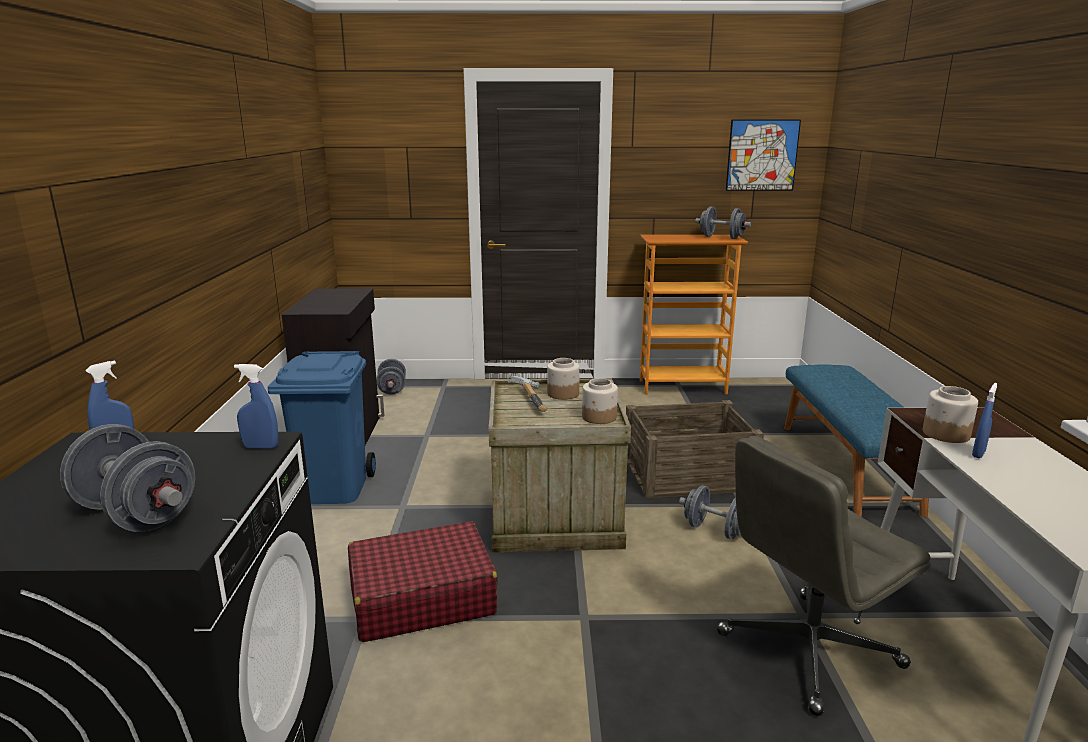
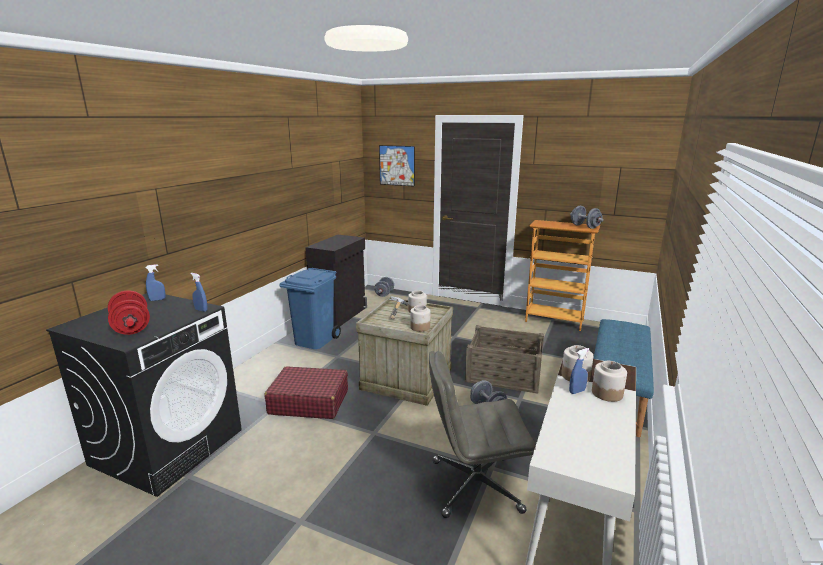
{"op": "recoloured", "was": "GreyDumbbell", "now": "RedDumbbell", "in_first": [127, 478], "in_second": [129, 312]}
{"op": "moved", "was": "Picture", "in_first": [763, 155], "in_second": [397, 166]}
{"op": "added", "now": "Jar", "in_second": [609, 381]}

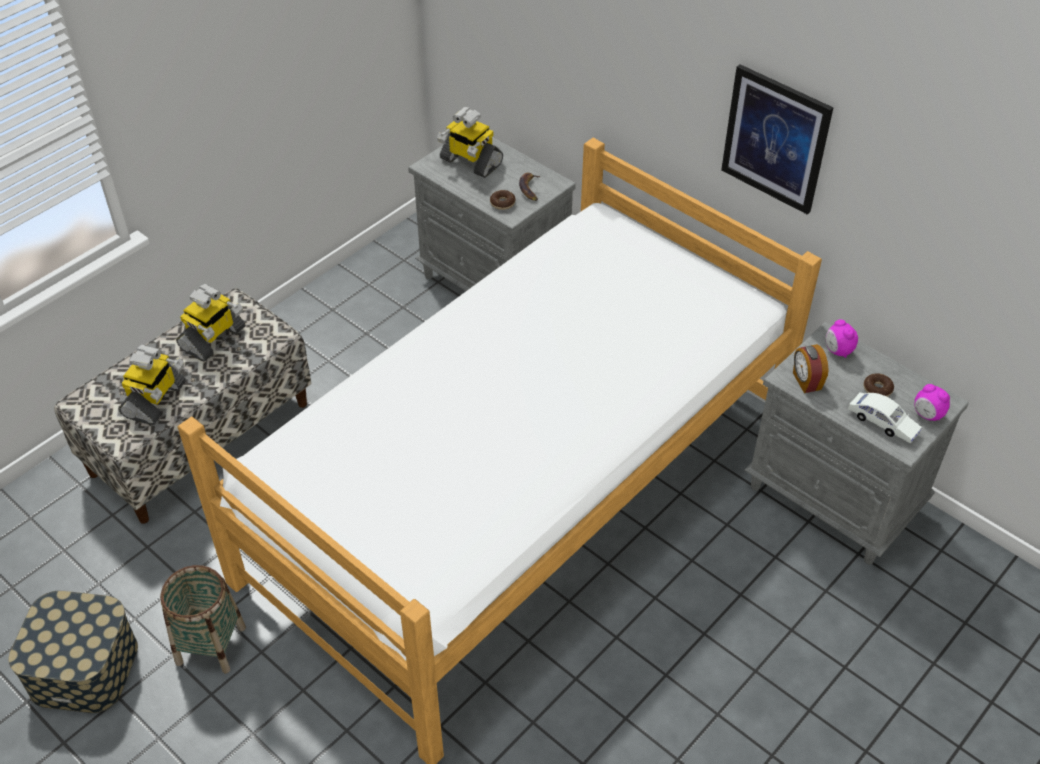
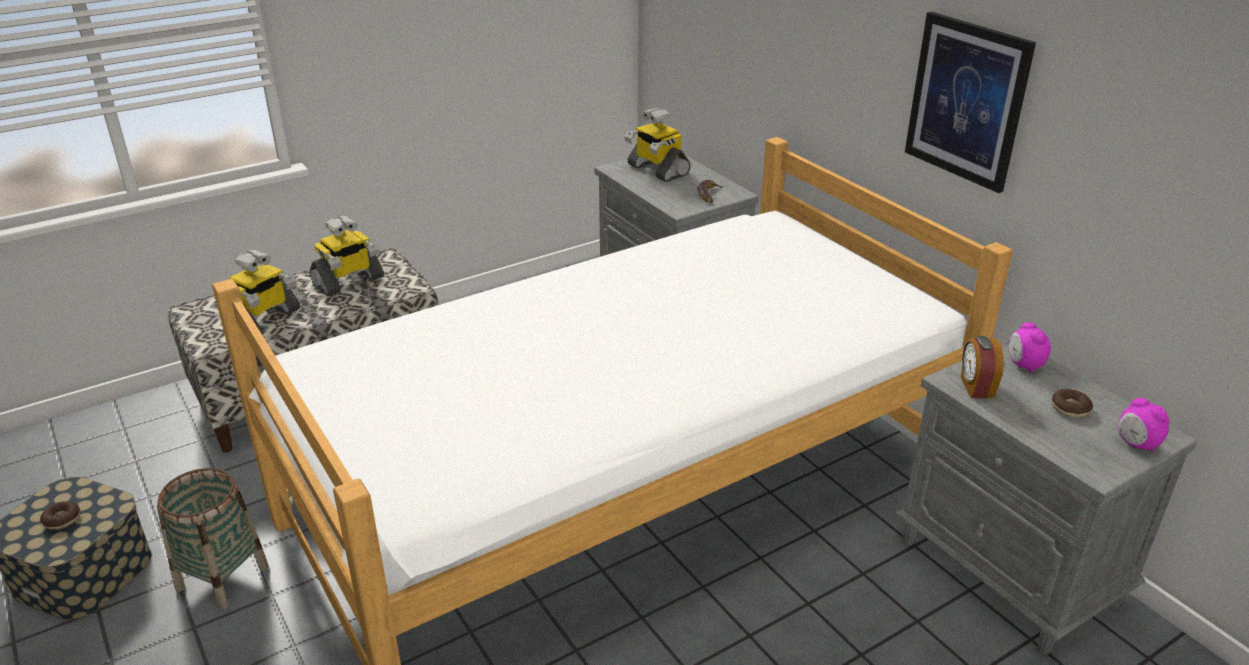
{"op": "moved", "was": "Donut", "in_first": [503, 200], "in_second": [60, 515]}
{"op": "removed", "was": "WhiteToyCar", "in_first": [885, 418]}

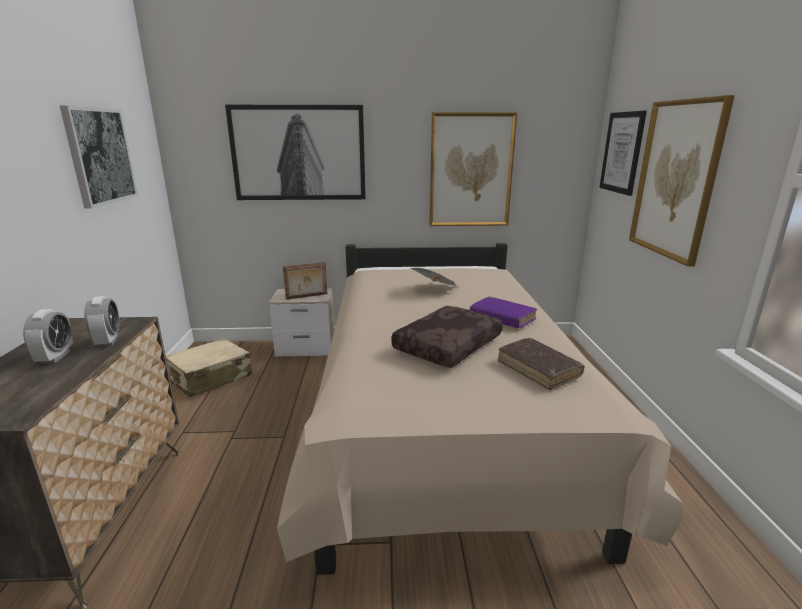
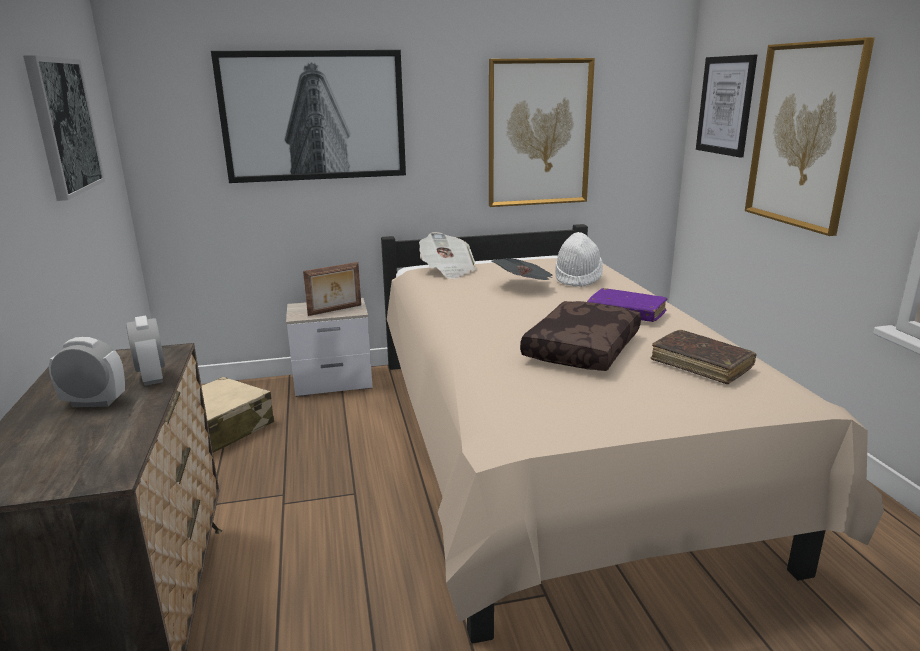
{"op": "turned", "was": "AlarmClock", "in_first": [48, 336], "in_second": [87, 372], "clockwise": -75}
{"op": "added", "now": "Newspaper", "in_second": [447, 255]}
{"op": "added", "now": "WhiteHat", "in_second": [579, 259]}

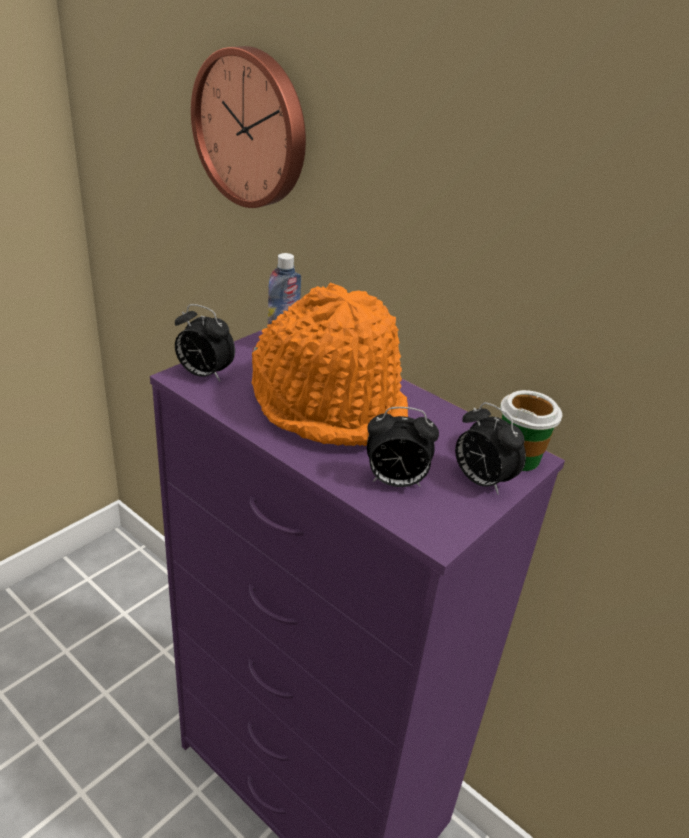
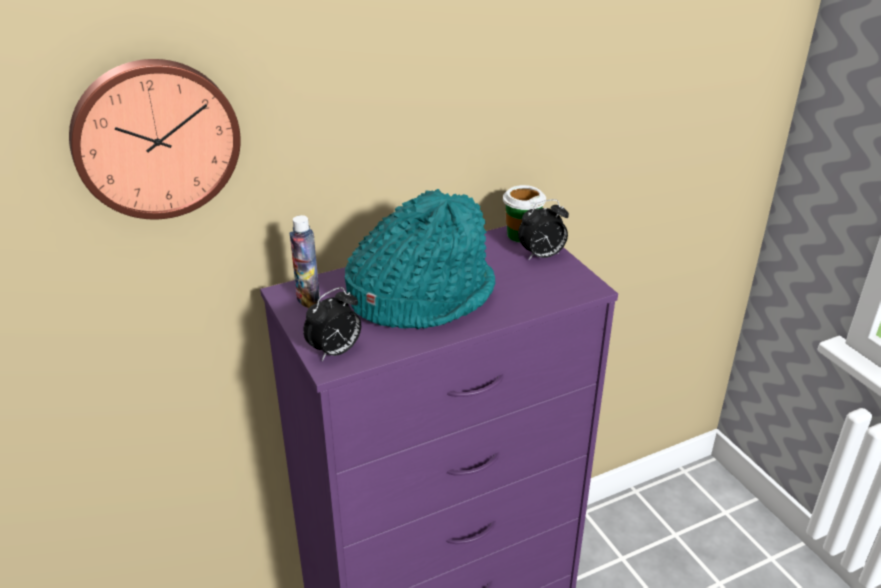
{"op": "recoloured", "was": "OrangeHat", "now": "TurquoiseHat", "in_first": [330, 364], "in_second": [420, 259]}
{"op": "removed", "was": "AlarmClock", "in_first": [403, 447]}

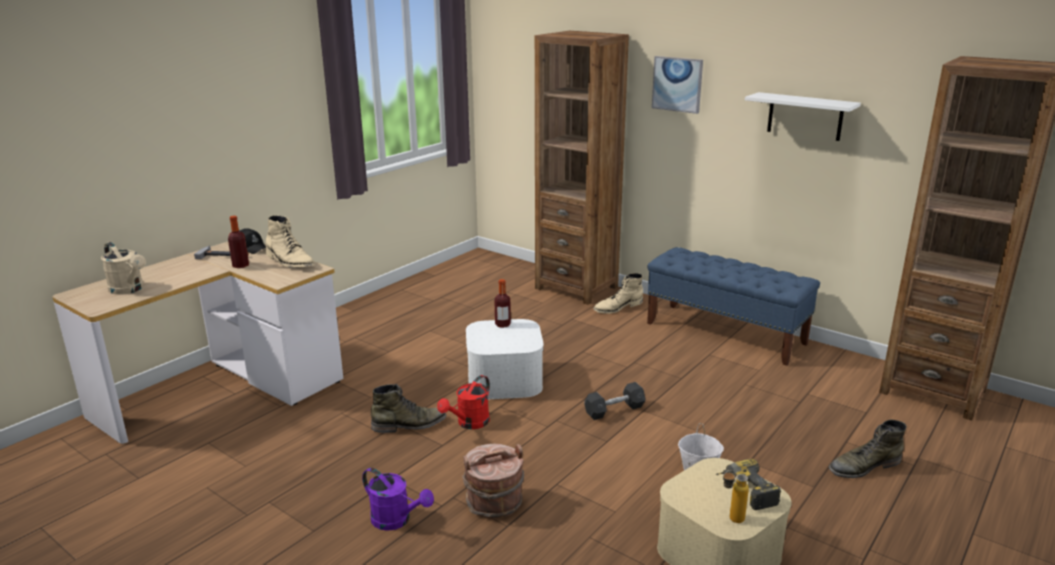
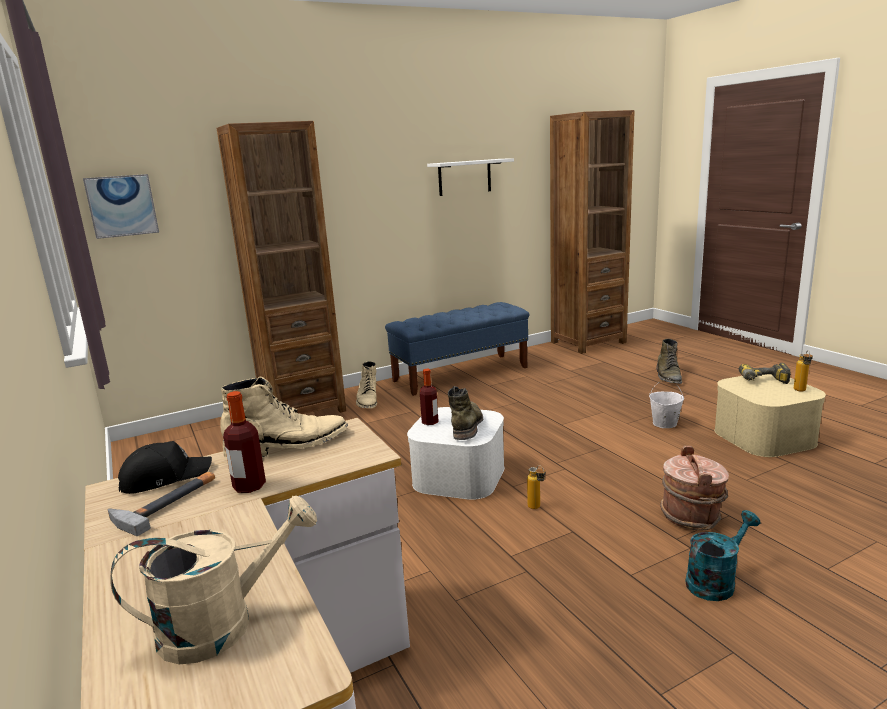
{"op": "recoloured", "was": "PurpleWateringCan", "now": "TurquoiseWateringCan", "in_first": [398, 499], "in_second": [722, 555]}
{"op": "moved", "was": "GreenBoot", "in_first": [408, 408], "in_second": [465, 413]}
{"op": "replaced", "was": "RedWateringCan", "now": "Bottle", "in_first": [463, 402], "in_second": [536, 487]}
{"op": "removed", "was": "GreyDumbbell", "in_first": [614, 401]}
{"op": "moved", "was": "Picture", "in_first": [677, 85], "in_second": [121, 206]}

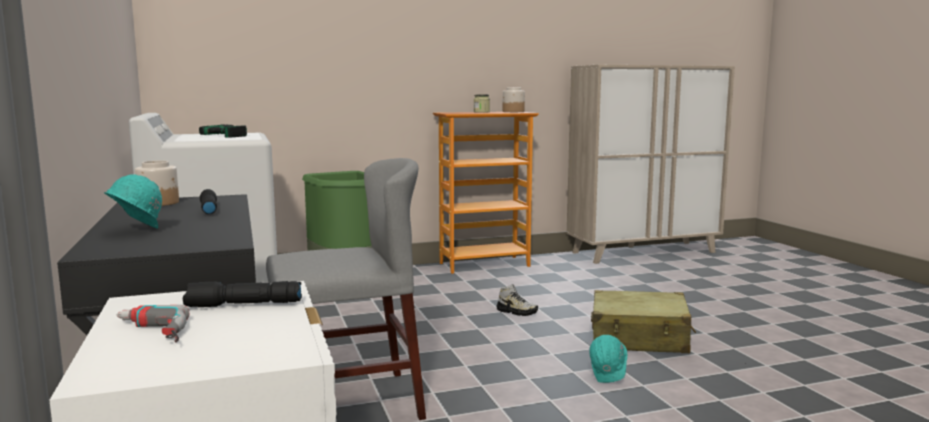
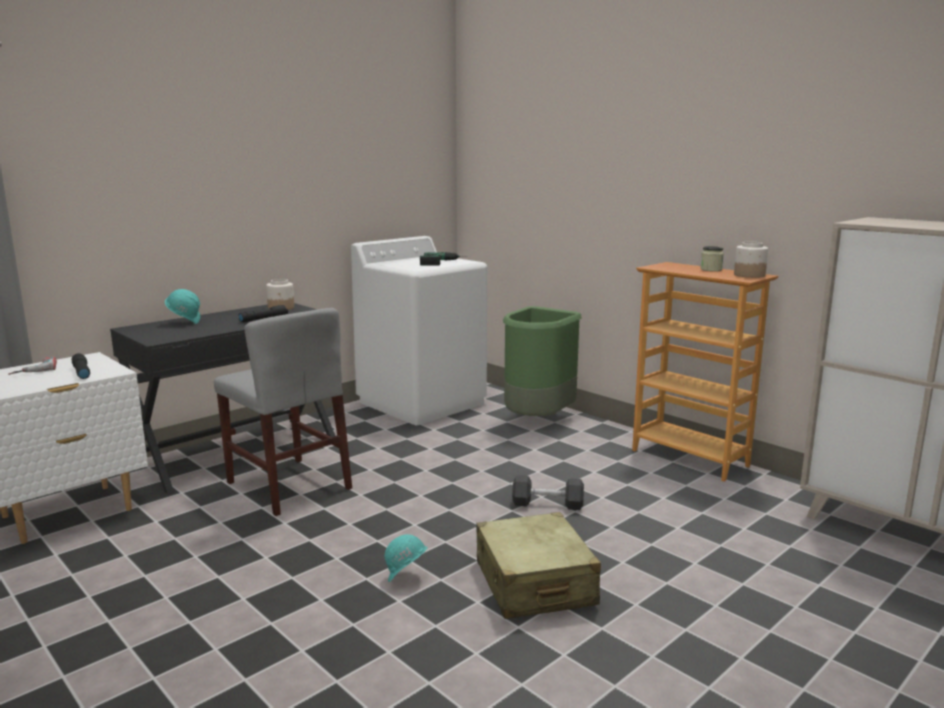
{"op": "replaced", "was": "Shoe", "now": "GreyDumbbell", "in_first": [517, 300], "in_second": [548, 492]}

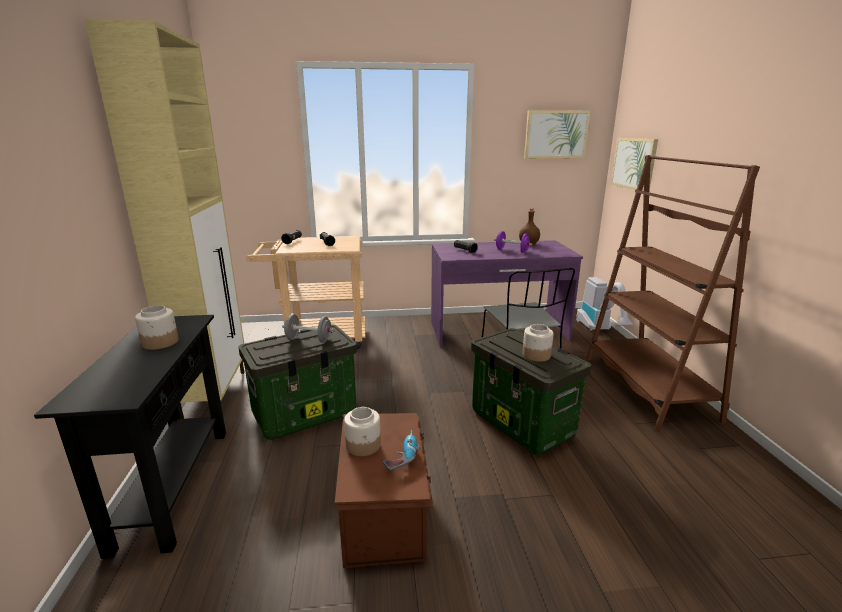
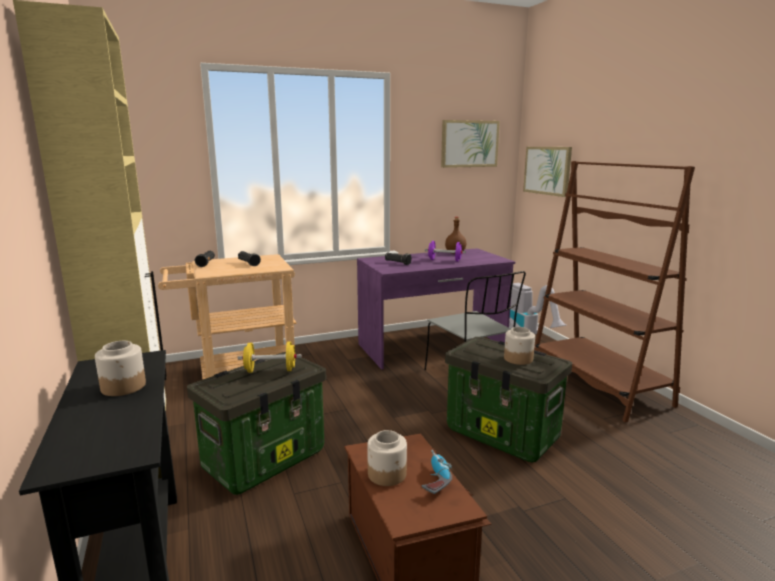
{"op": "recoloured", "was": "GreyDumbbell", "now": "YellowDumbbell", "in_first": [308, 328], "in_second": [270, 357]}

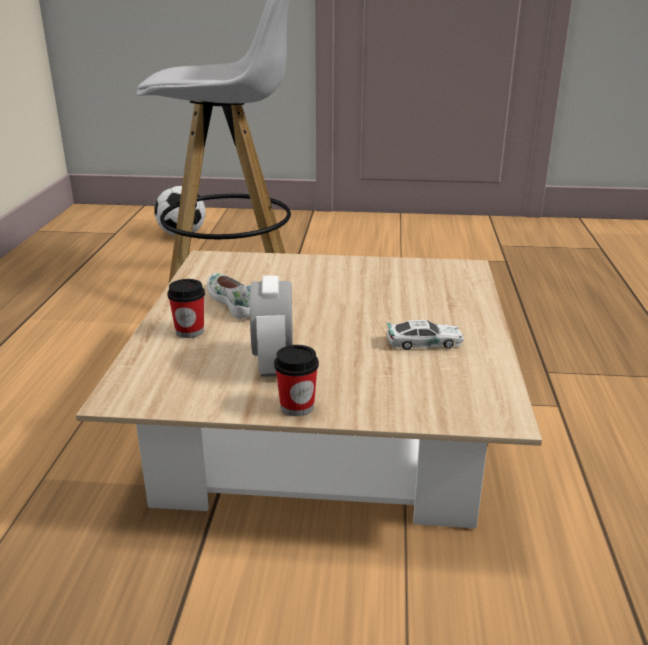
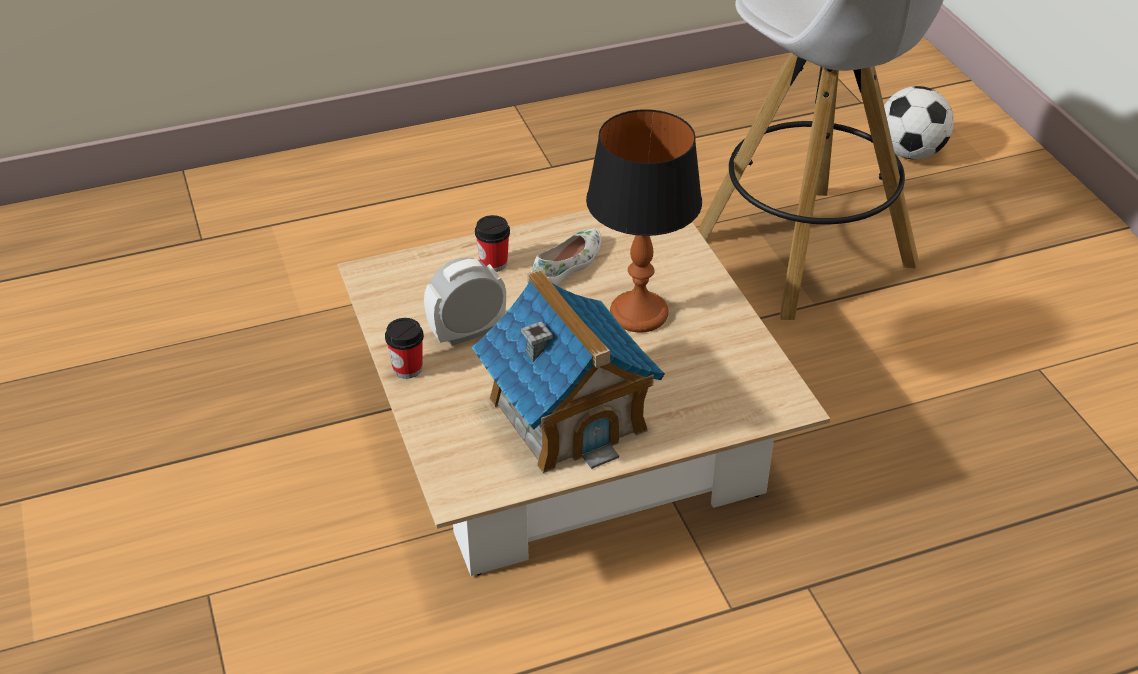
{"op": "replaced", "was": "ToyCar", "now": "ToyHouse", "in_first": [425, 335], "in_second": [568, 371]}
{"op": "added", "now": "TableLamp", "in_second": [644, 221]}

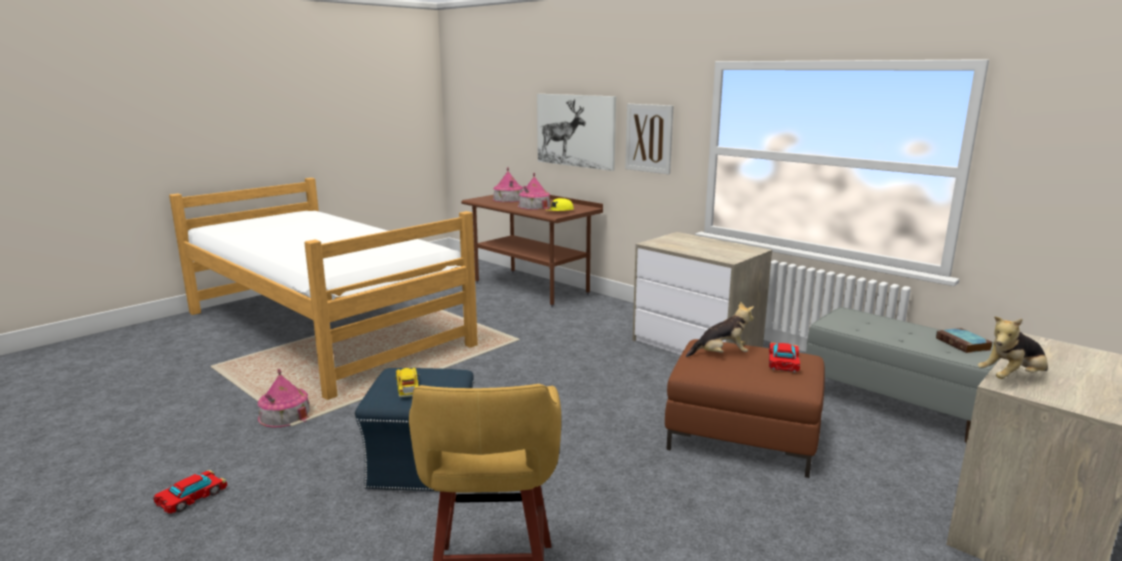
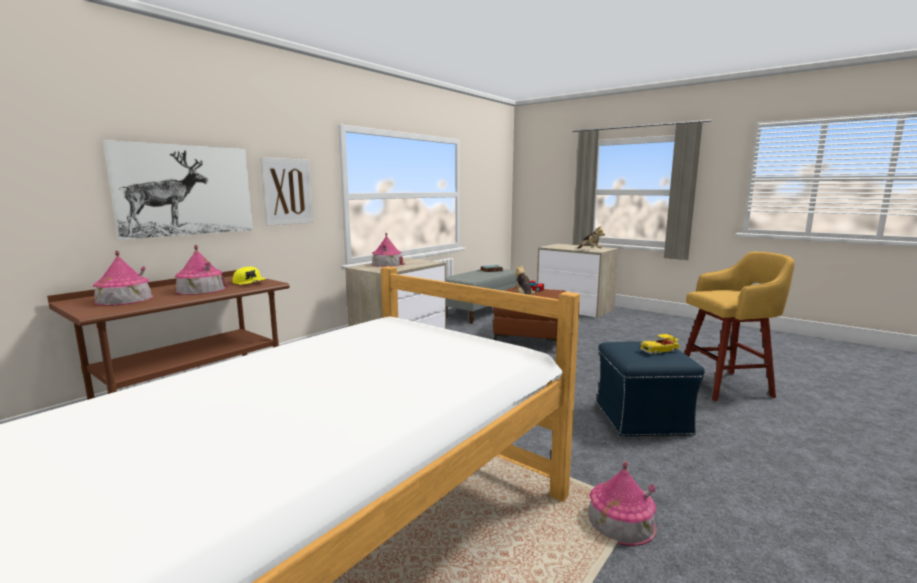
{"op": "removed", "was": "ToyCar", "in_first": [190, 492]}
{"op": "added", "now": "ToyHouse", "in_second": [388, 250]}

